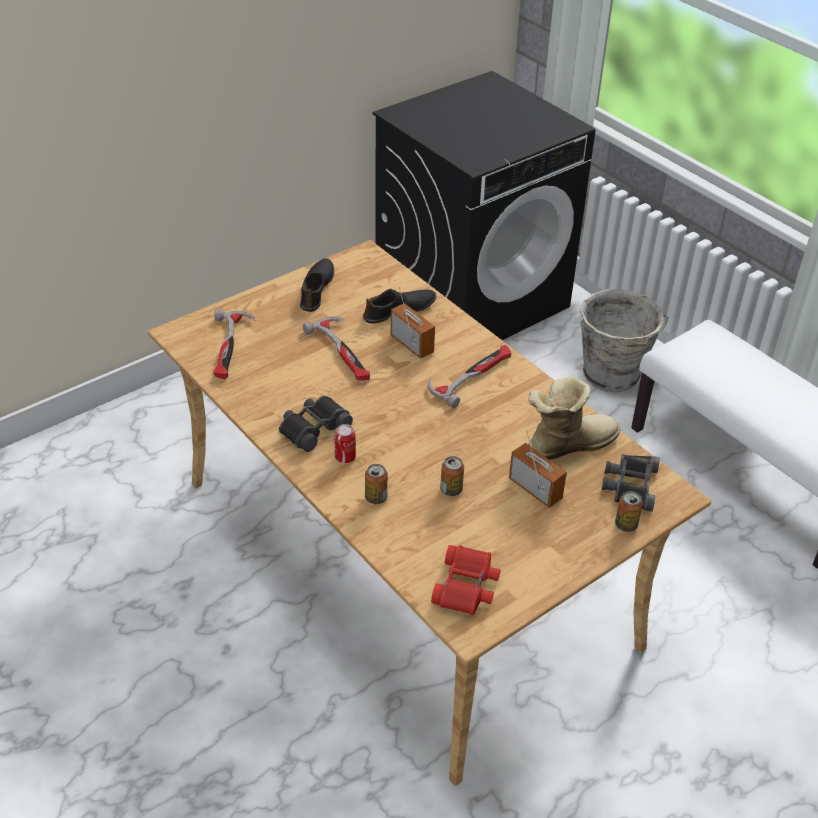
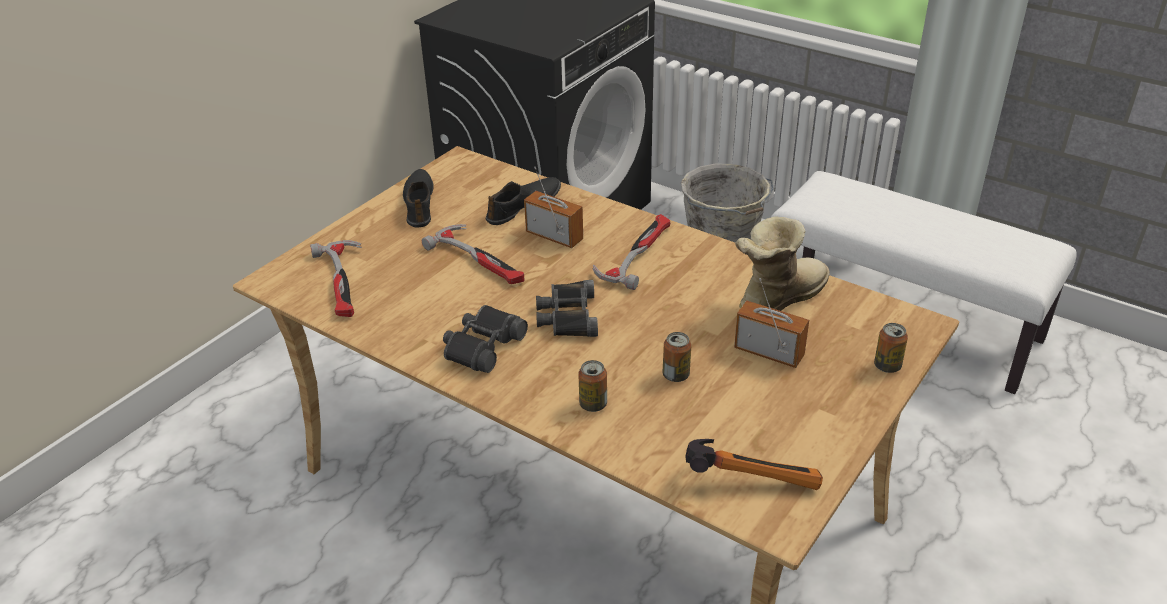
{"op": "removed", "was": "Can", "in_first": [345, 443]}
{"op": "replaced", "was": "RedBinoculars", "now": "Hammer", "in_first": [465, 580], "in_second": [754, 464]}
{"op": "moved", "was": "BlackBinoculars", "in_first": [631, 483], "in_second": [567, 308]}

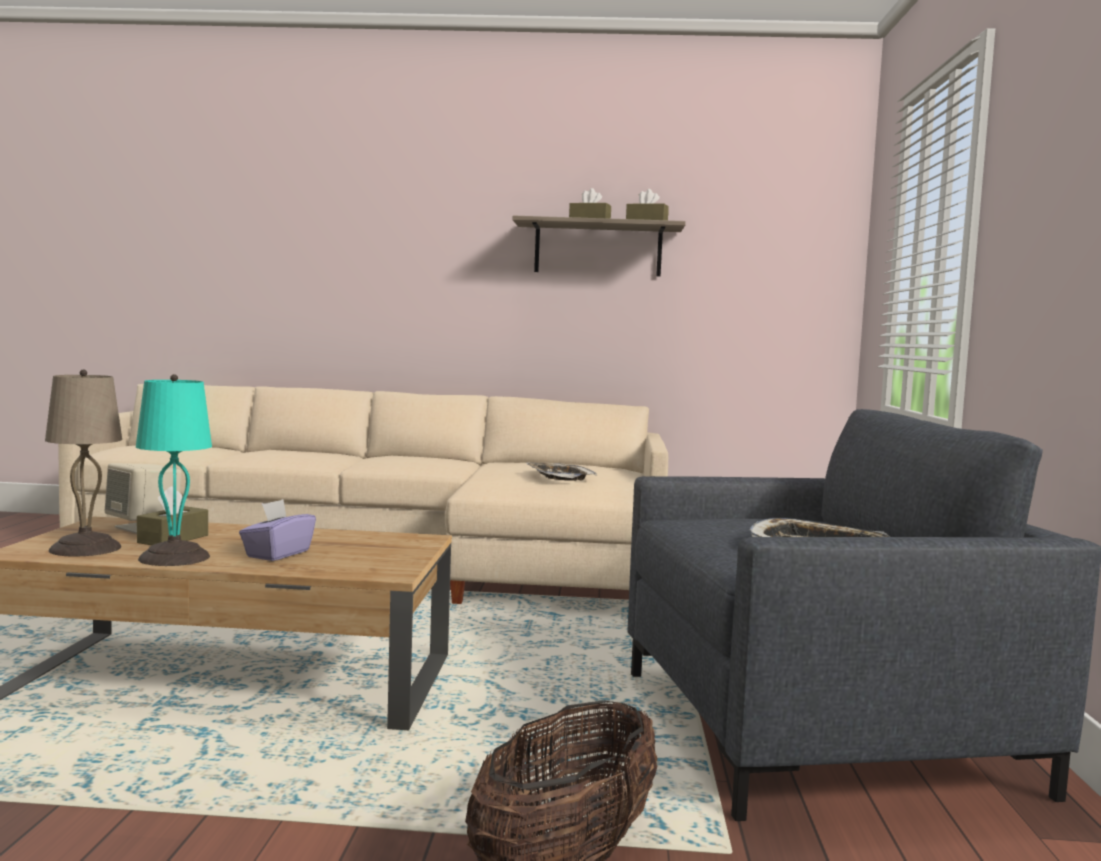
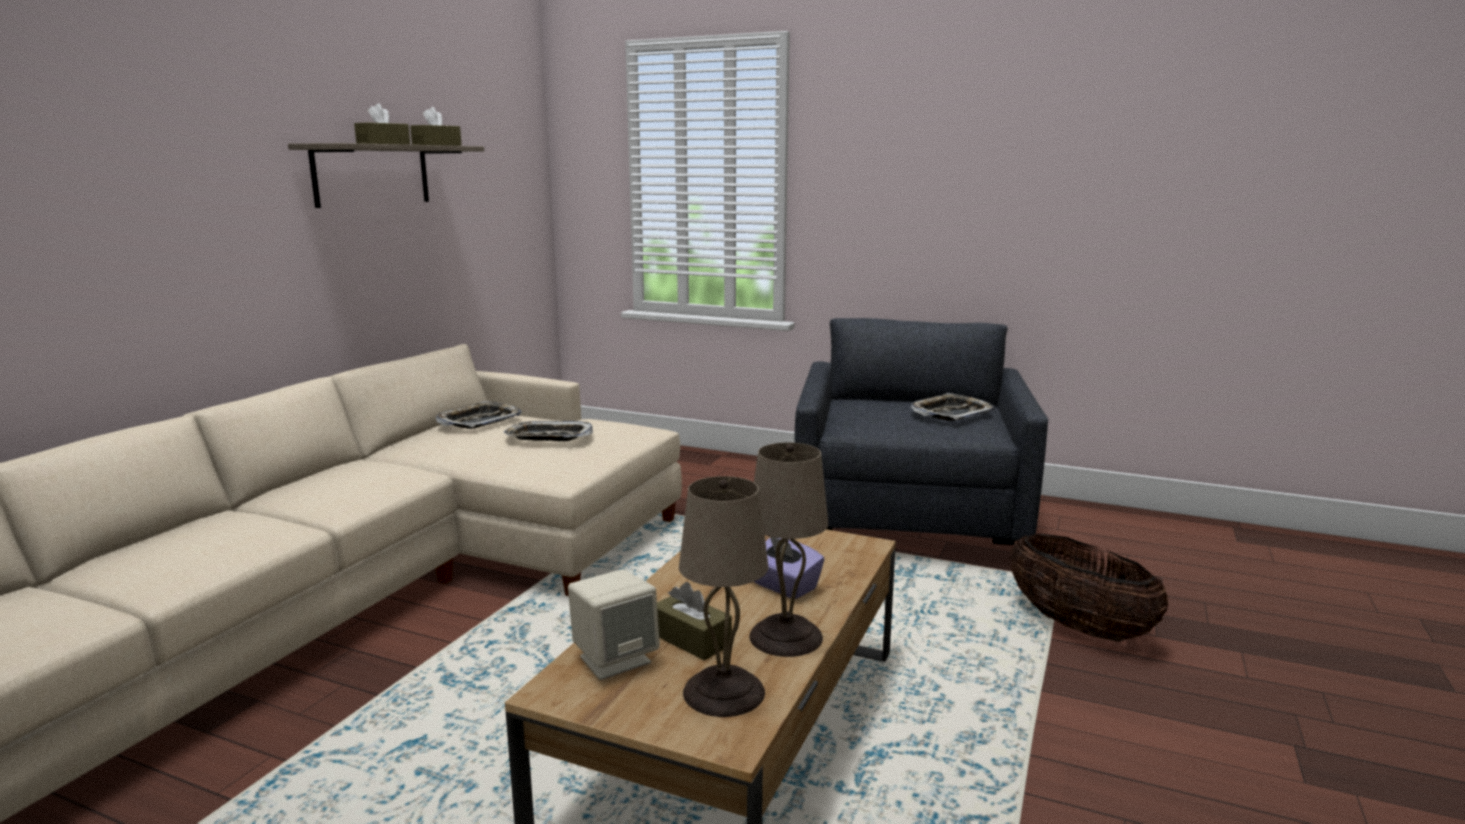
{"op": "recoloured", "was": "TurquoiseTableLamp", "now": "BeigeTableLamp", "in_first": [174, 470], "in_second": [788, 549]}
{"op": "added", "now": "Tray", "in_second": [479, 415]}

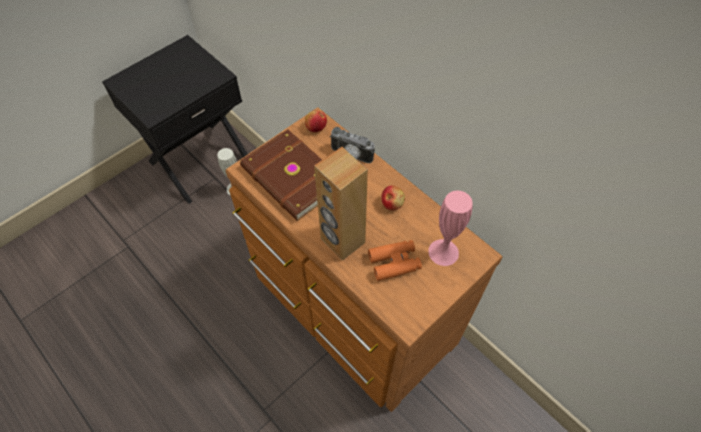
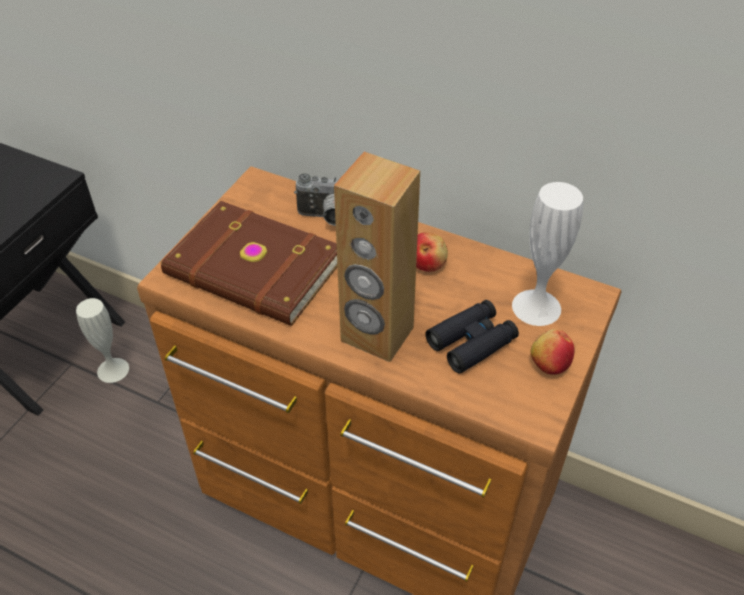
{"op": "moved", "was": "Apple", "in_first": [316, 121], "in_second": [553, 352]}
{"op": "recoloured", "was": "OrangeBinoculars", "now": "BlackBinoculars", "in_first": [395, 260], "in_second": [472, 337]}
{"op": "recoloured", "was": "PinkVase", "now": "WhiteVase", "in_first": [450, 228], "in_second": [547, 254]}

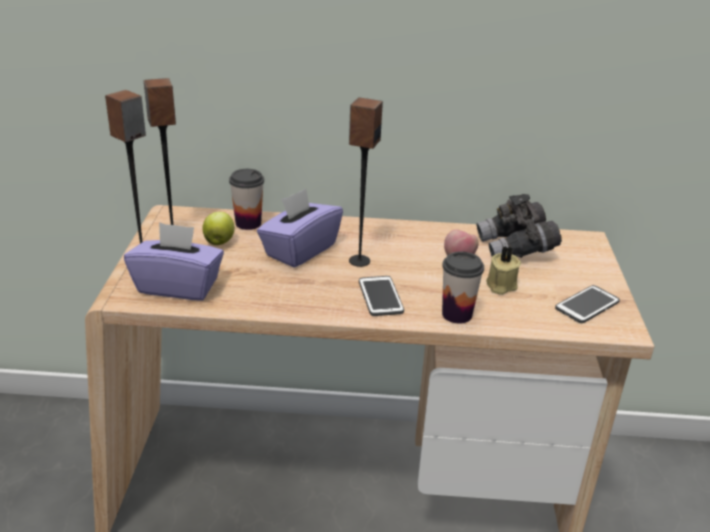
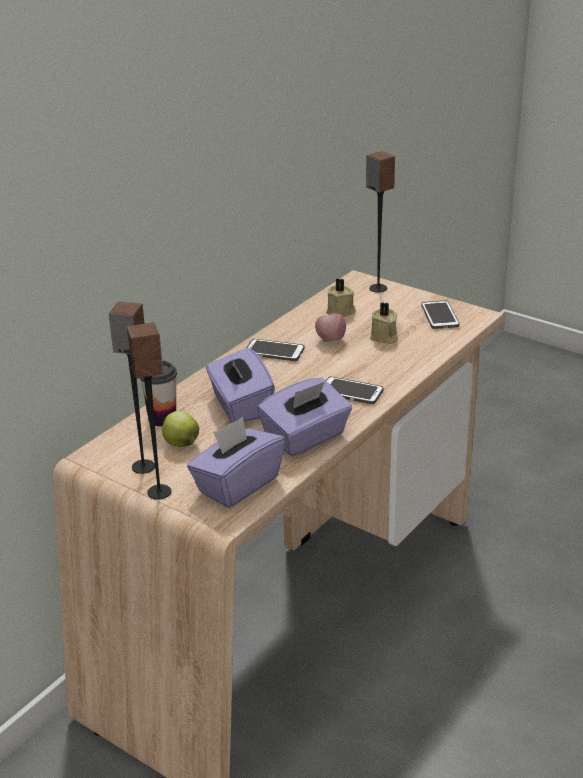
{"op": "moved", "was": "Speaker", "in_first": [366, 182], "in_second": [380, 222]}
{"op": "removed", "was": "Cup", "in_first": [463, 287]}
{"op": "replaced", "was": "GreyBinoculars", "now": "BeigeCandle", "in_first": [519, 226], "in_second": [341, 297]}
{"op": "added", "now": "Phone", "in_second": [275, 350]}
{"op": "added", "now": "PurpleTissueBox", "in_second": [304, 417]}

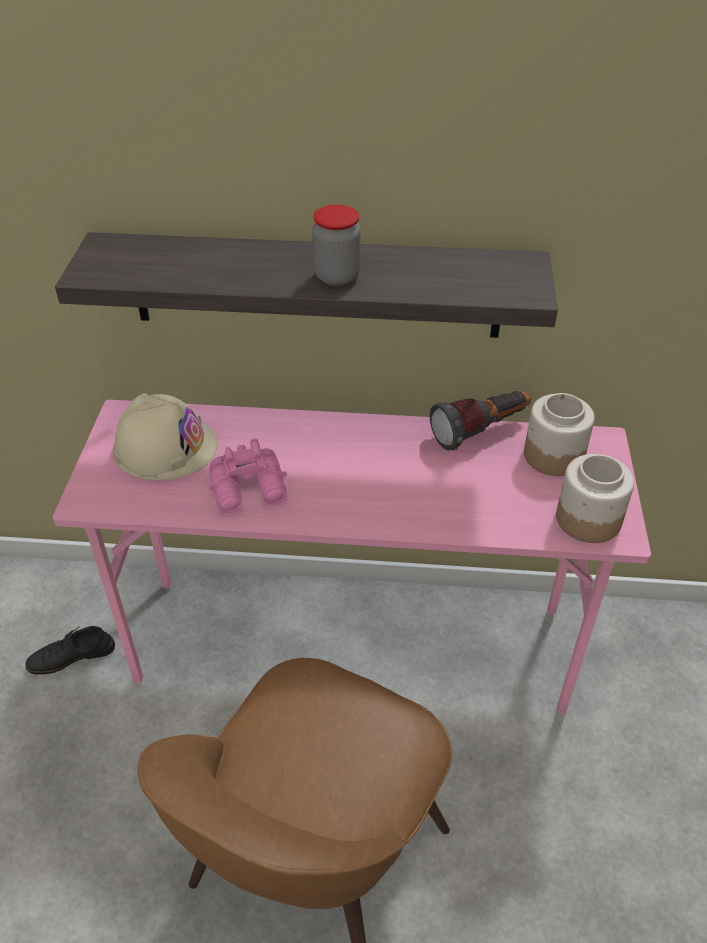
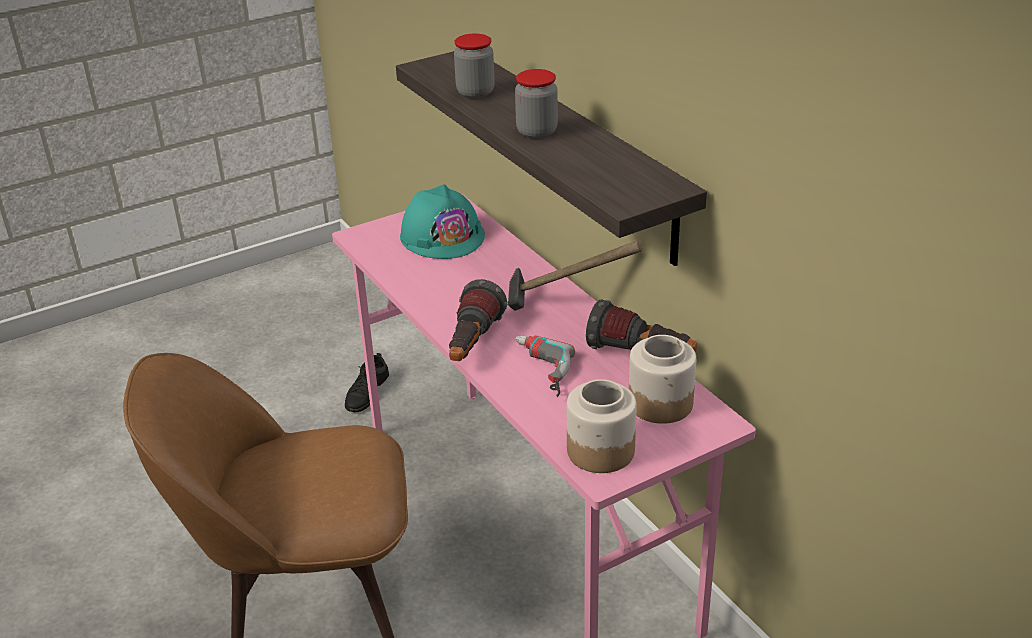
{"op": "turned", "was": "BlackShoe", "in_first": [70, 650], "in_second": [367, 382], "clockwise": -105}
{"op": "recoloured", "was": "BeigeHardHat", "now": "TurquoiseHardHat", "in_first": [165, 436], "in_second": [442, 221]}
{"op": "removed", "was": "PinkBinoculars", "in_first": [248, 475]}
{"op": "added", "now": "Flashlight", "in_second": [478, 320]}
{"op": "added", "now": "Jar", "in_second": [474, 66]}
{"op": "added", "now": "Hammer", "in_second": [575, 275]}
{"op": "added", "now": "PowerDrill", "in_second": [545, 366]}

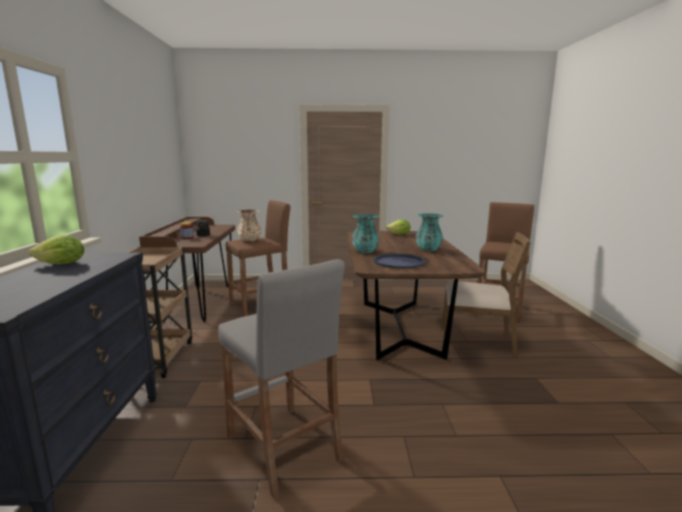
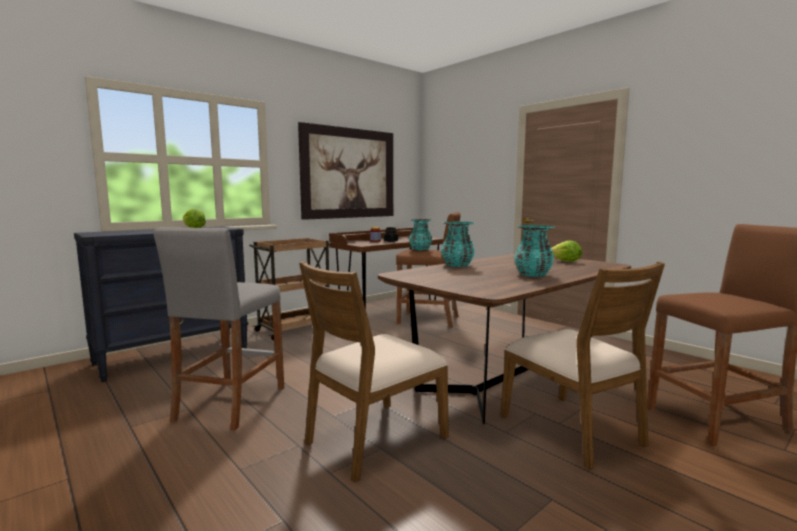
{"op": "recoloured", "was": "BeigeVase", "now": "TurquoiseVase", "in_first": [249, 225], "in_second": [420, 235]}
{"op": "removed", "was": "BlueTray", "in_first": [399, 261]}
{"op": "added", "now": "Picture", "in_second": [345, 171]}
{"op": "added", "now": "BrownChair", "in_second": [374, 372]}

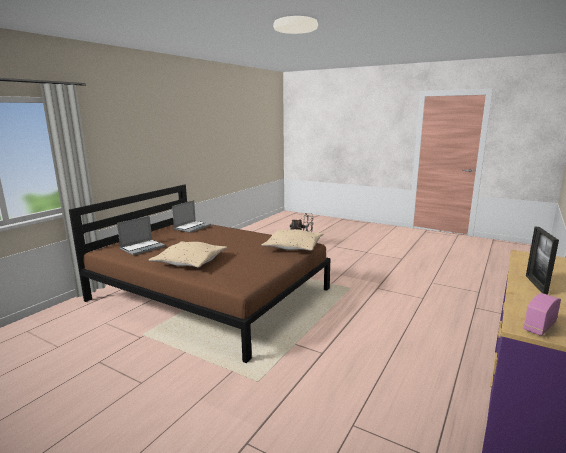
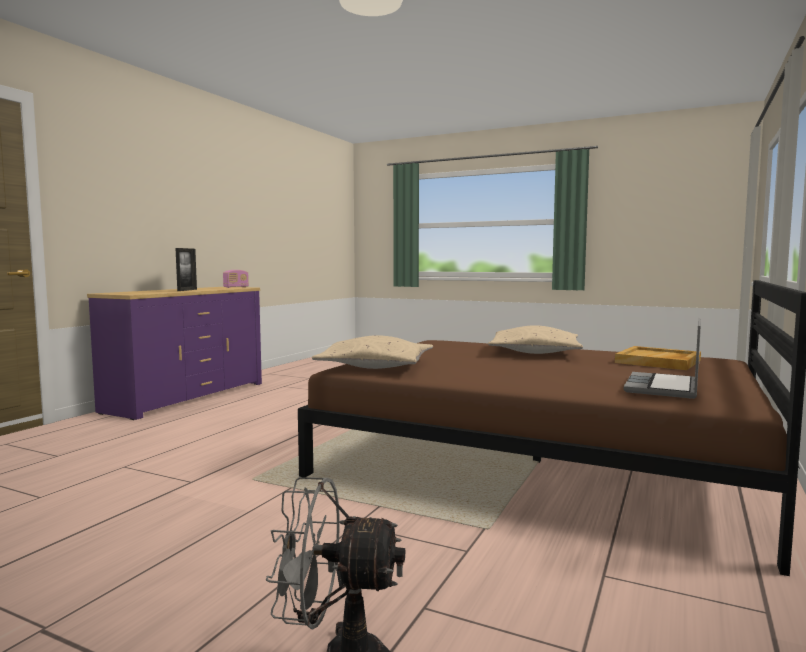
{"op": "replaced", "was": "Laptop", "now": "BeigeTray", "in_first": [141, 235], "in_second": [658, 358]}

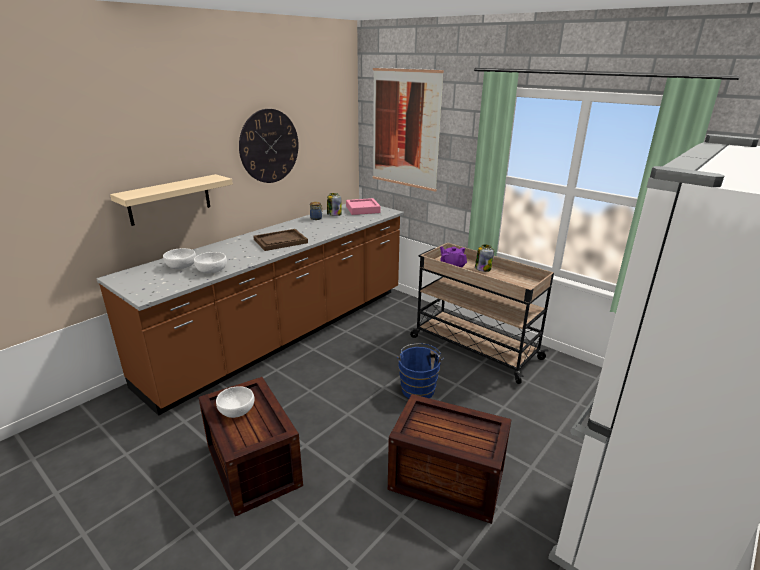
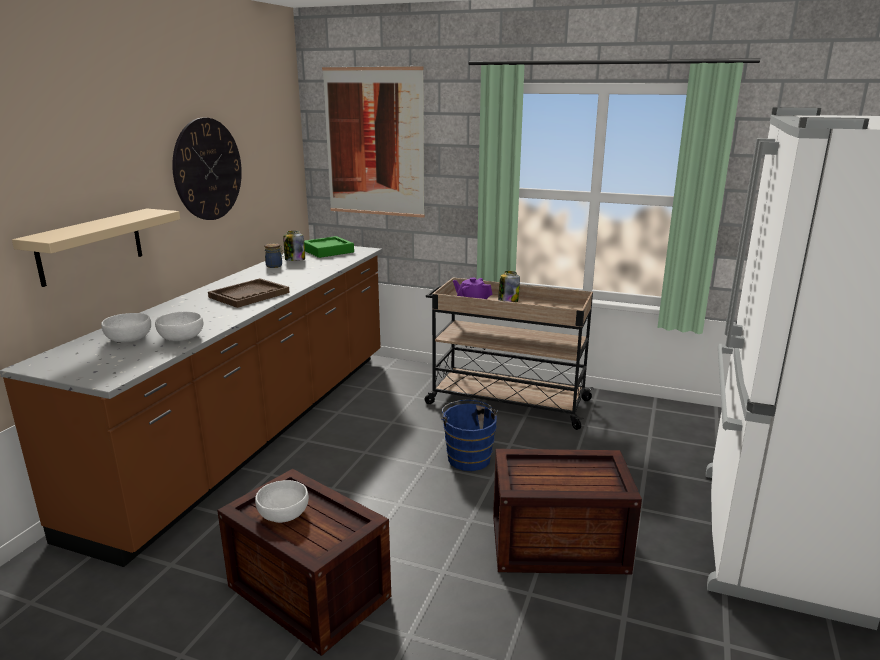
{"op": "recoloured", "was": "PinkTray", "now": "GreenTray", "in_first": [363, 206], "in_second": [329, 247]}

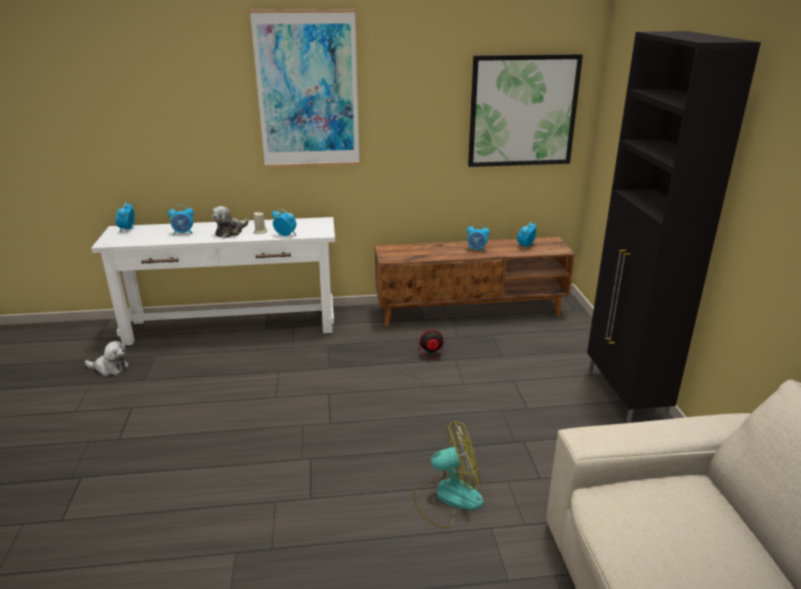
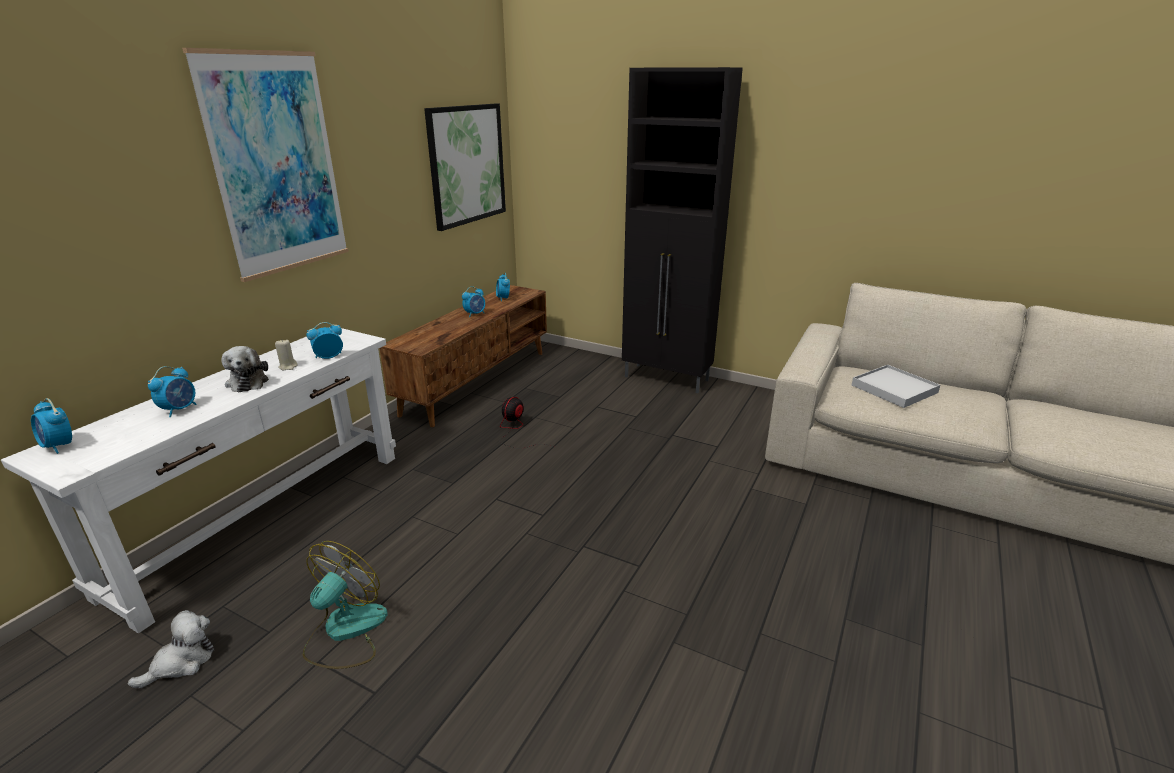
{"op": "moved", "was": "Fan", "in_first": [448, 474], "in_second": [345, 605]}
{"op": "added", "now": "WhiteTray", "in_second": [896, 386]}

